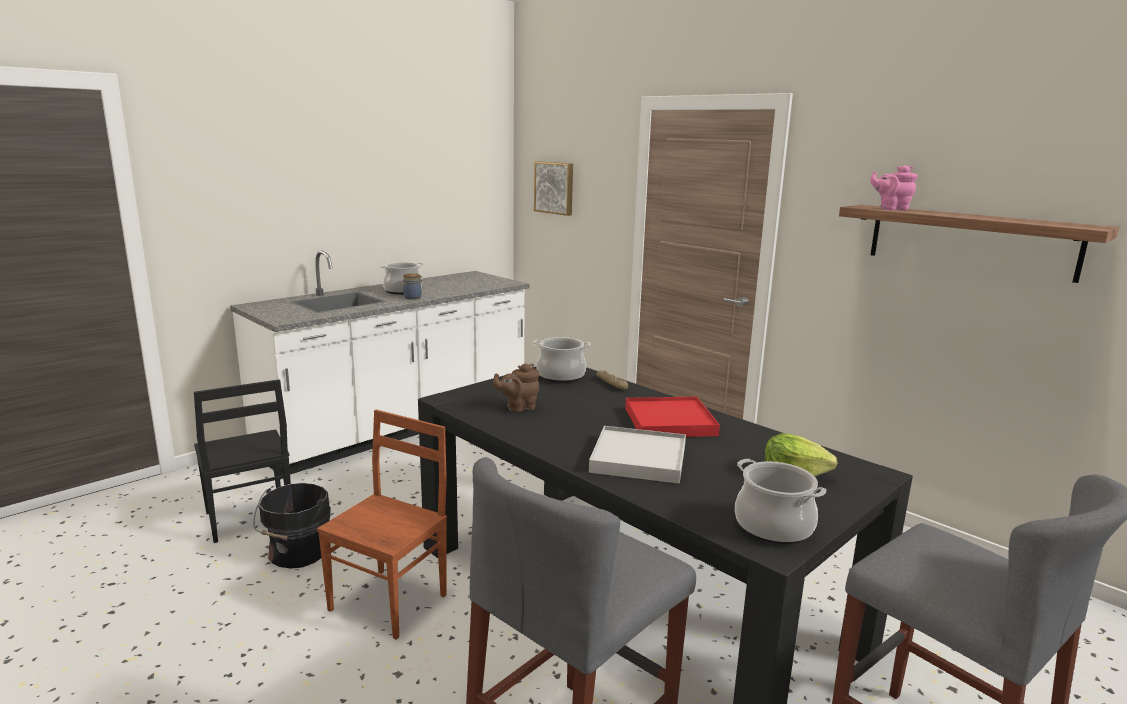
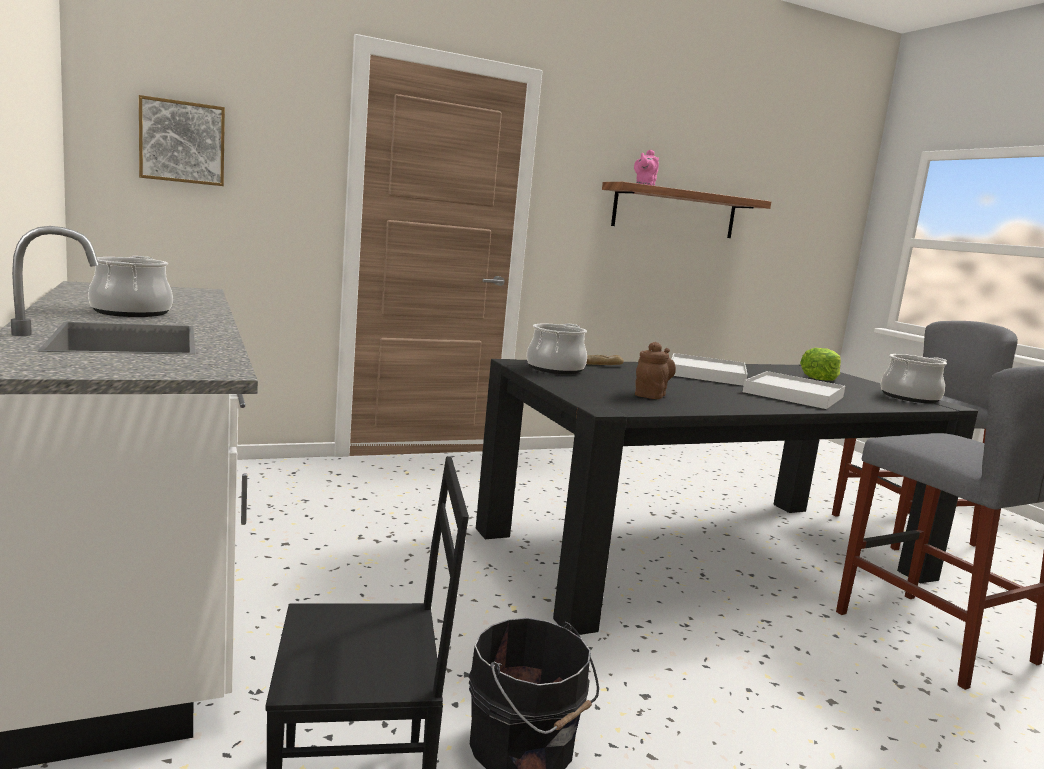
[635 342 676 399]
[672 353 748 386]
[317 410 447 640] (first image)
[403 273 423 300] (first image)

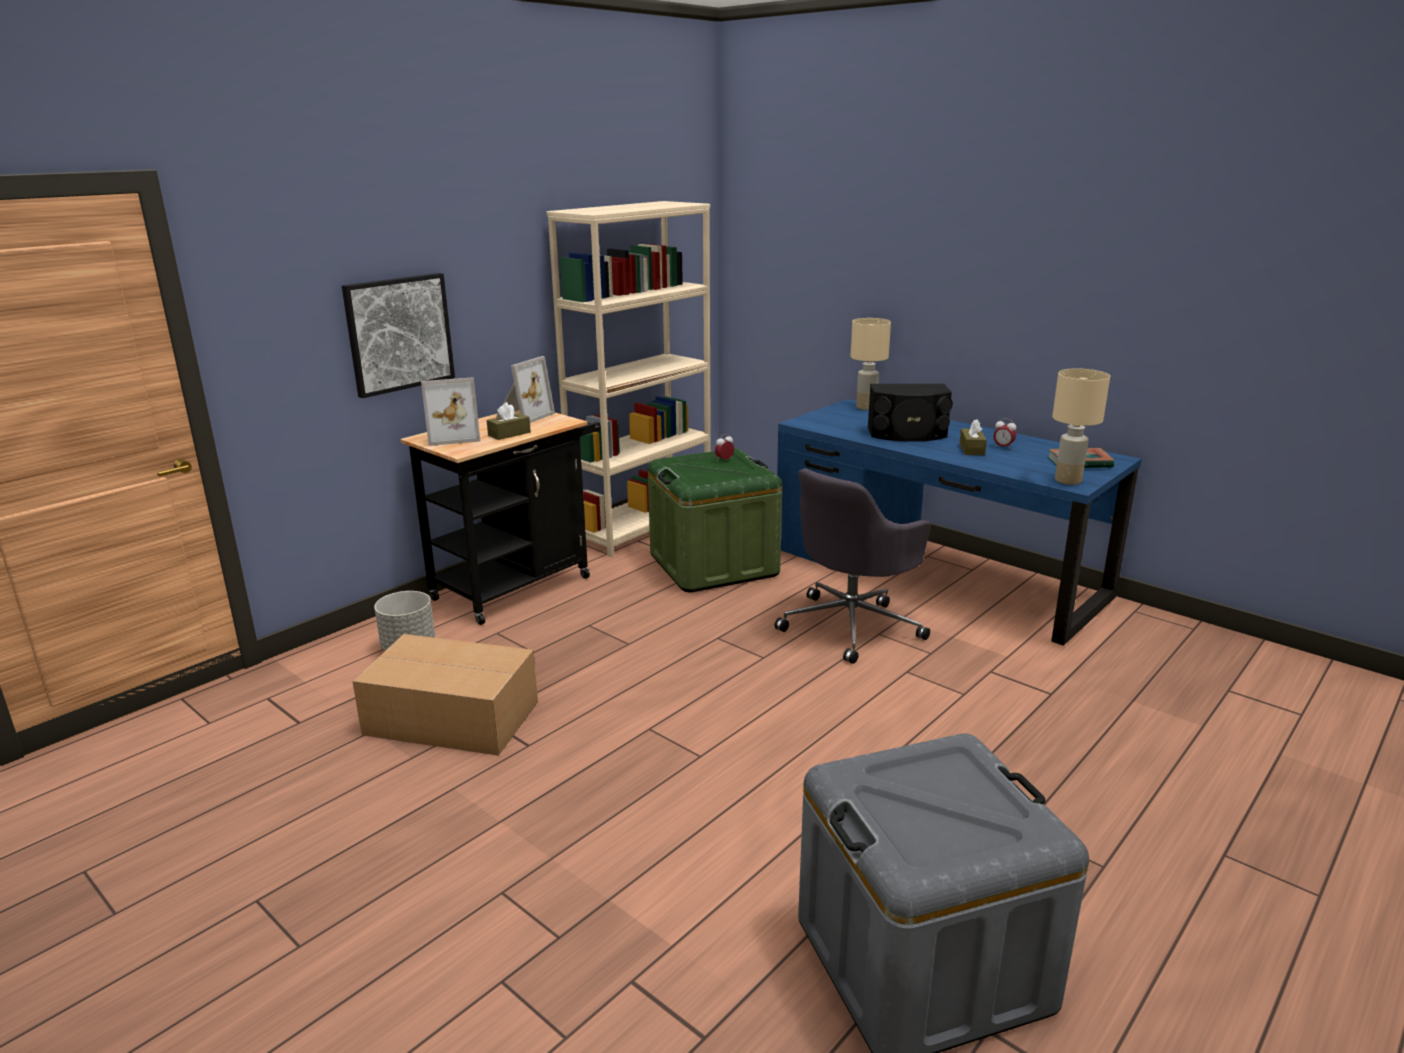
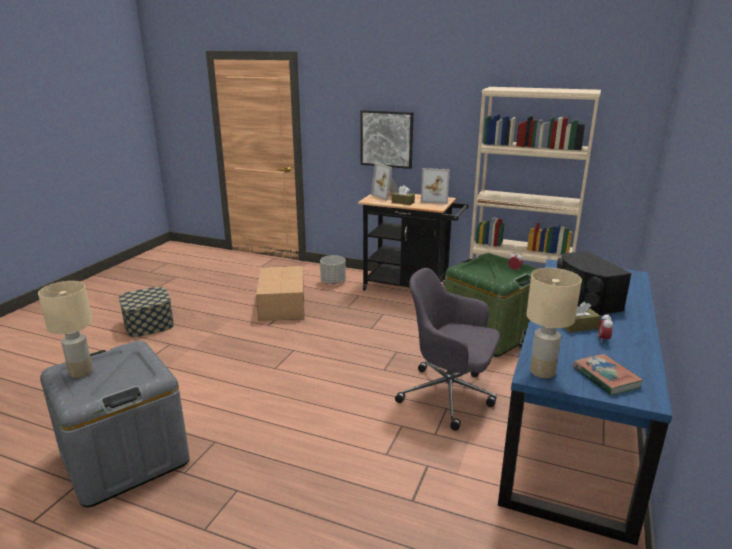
[38 281 93 378]
[119 287 174 337]

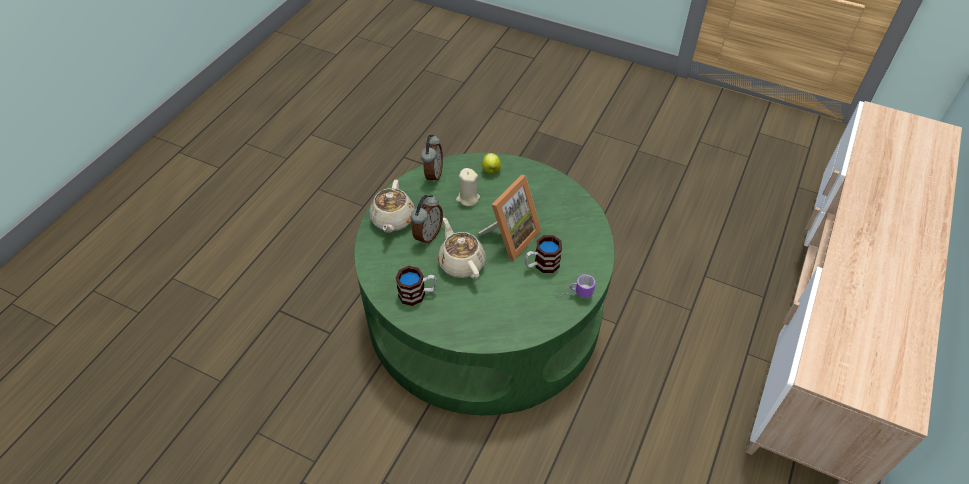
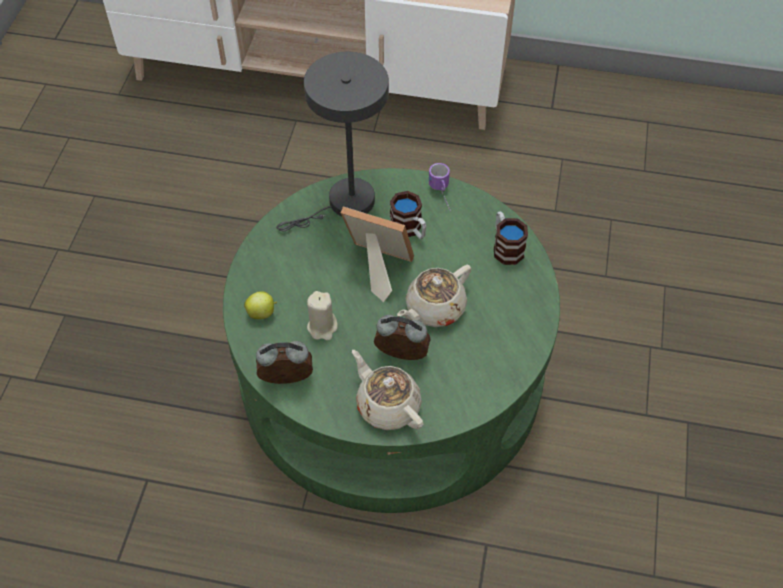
[276 52 389 231]
[352 350 423 430]
[494 211 528 265]

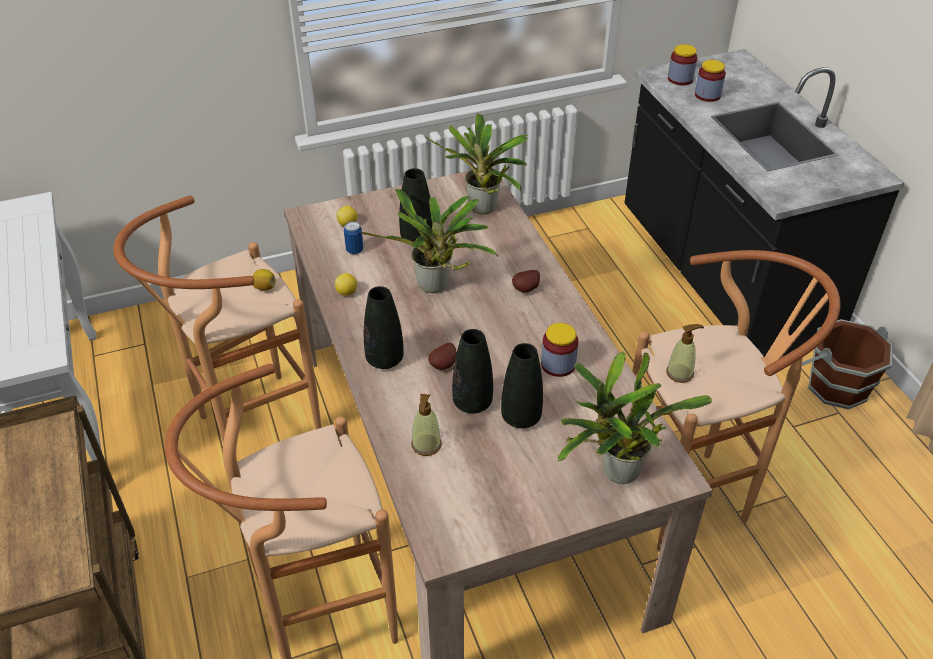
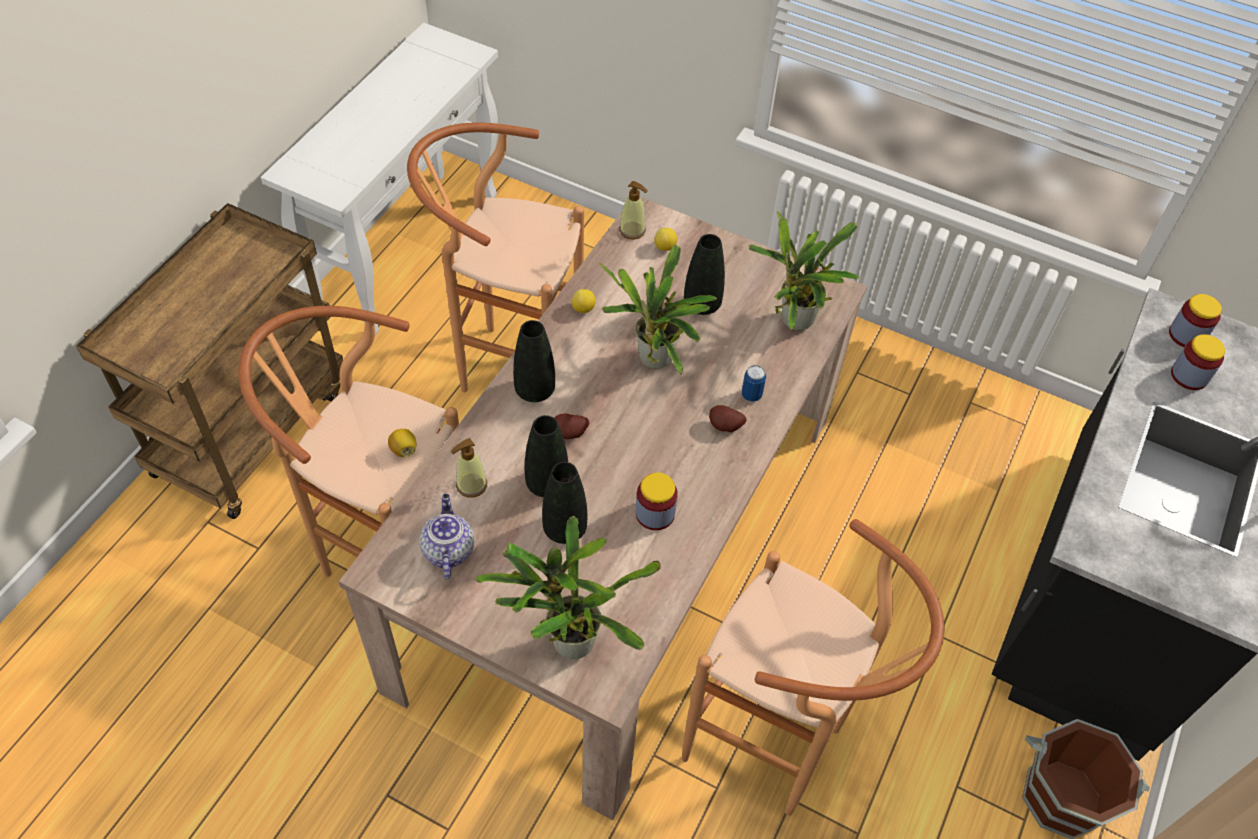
[388 429 416 457]
[420 494 474 579]
[619 181 648 239]
[742 365 766 402]

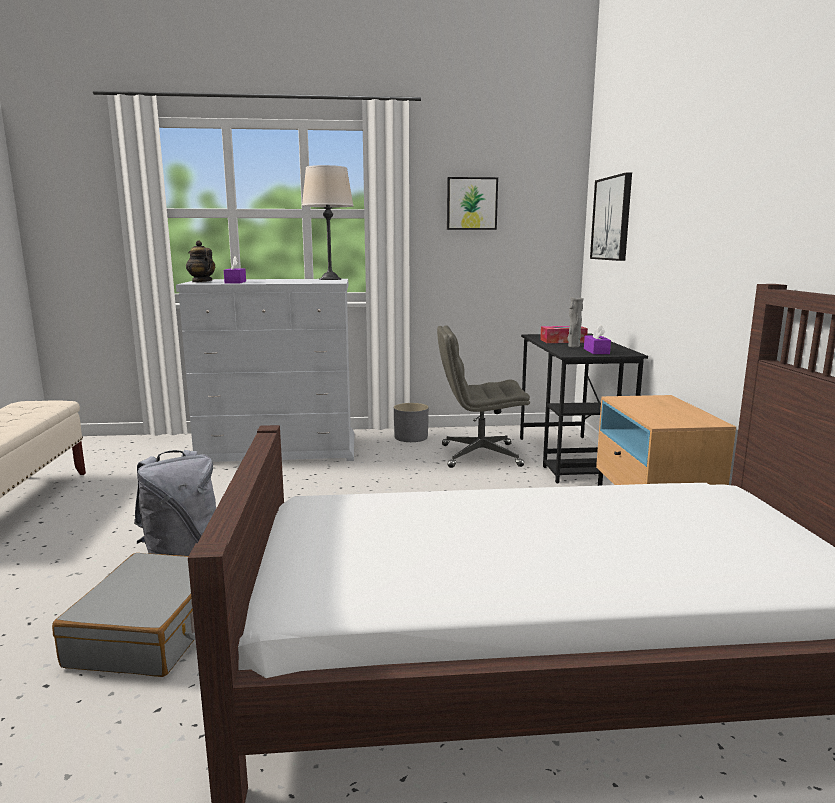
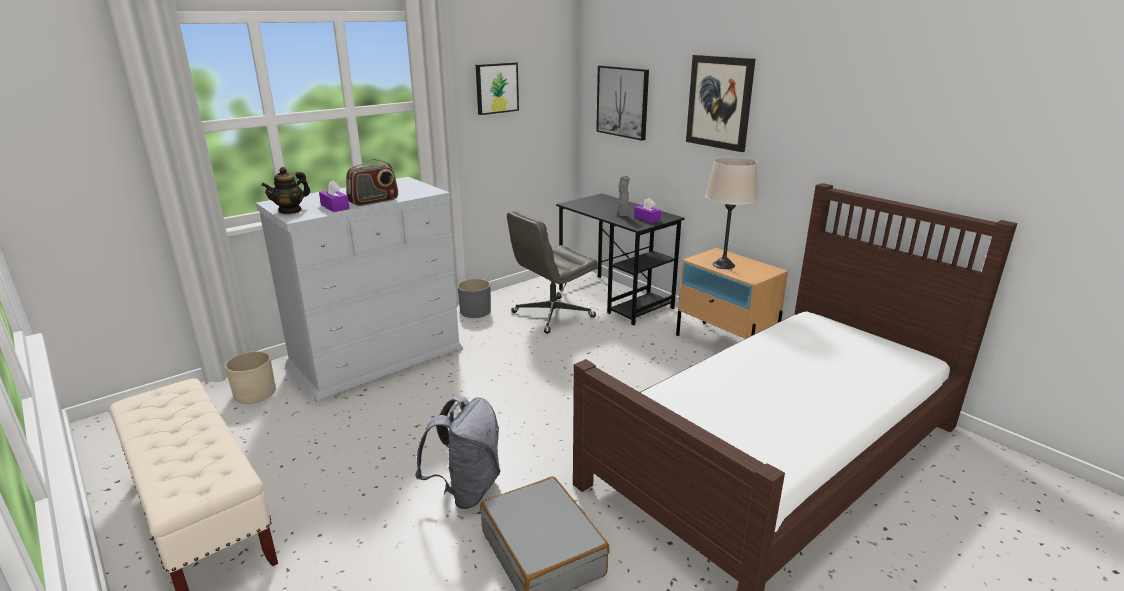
[225 351 276 404]
[261 167 310 214]
[346 159 398 206]
[686 55 755 152]
[705 157 758 269]
[540 326 588 343] (first image)

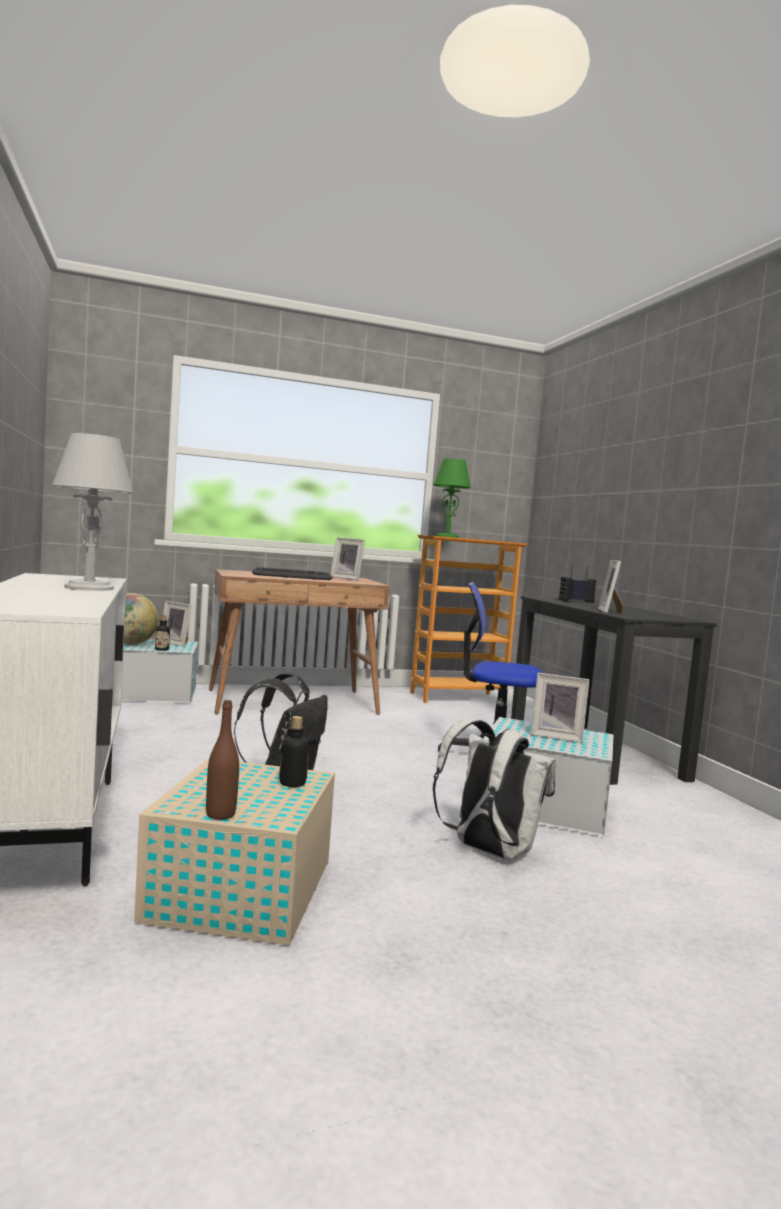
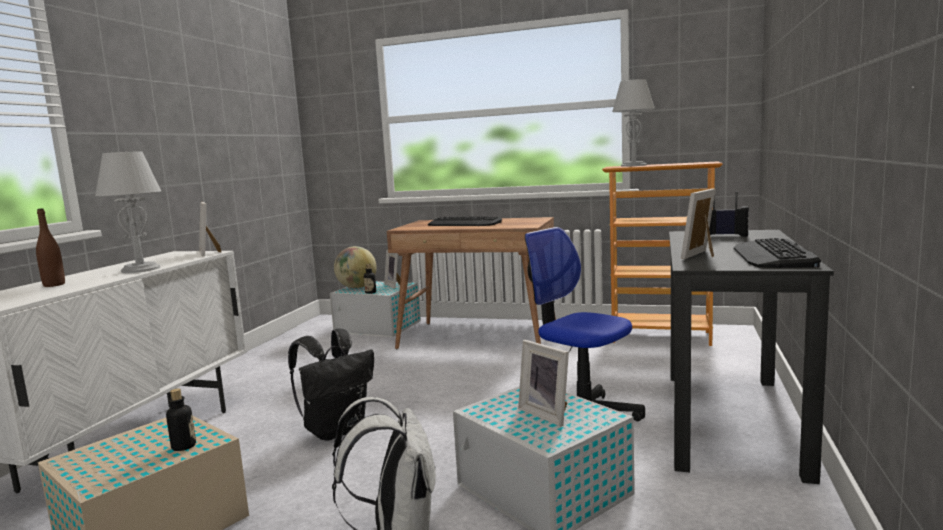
[36 208 65 287]
[199 202 221 256]
[612 79 655 167]
[734 238 821 268]

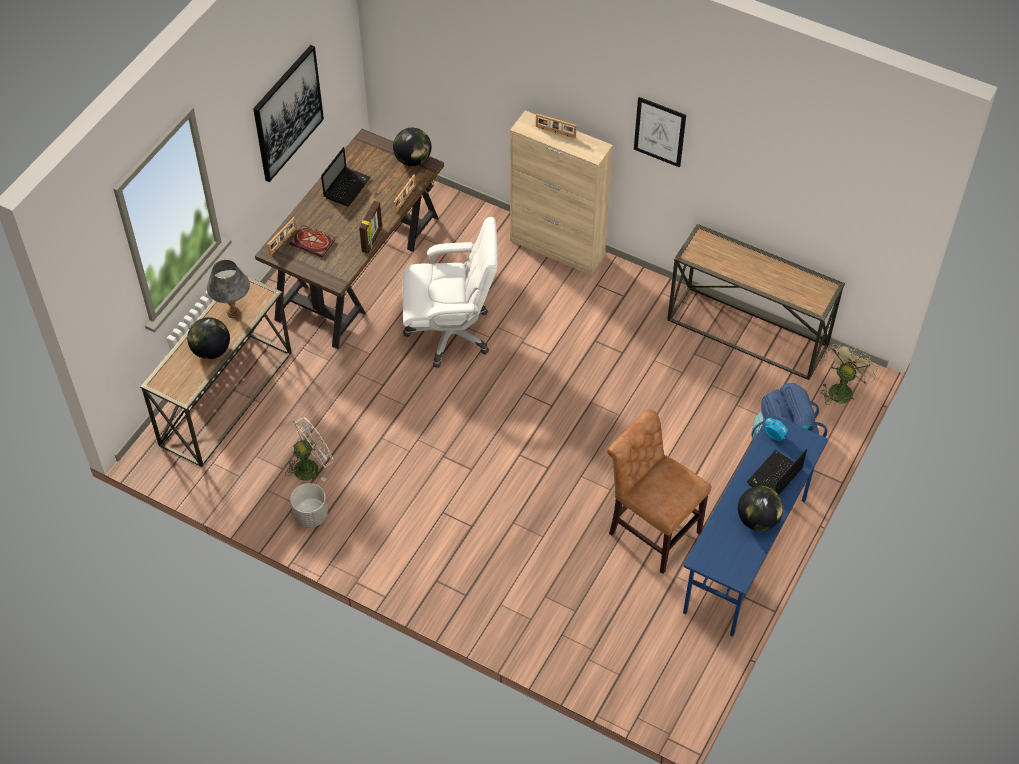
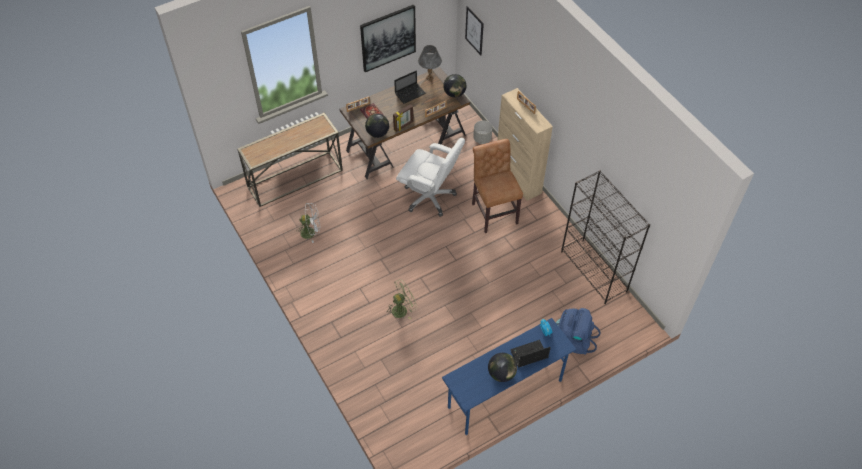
[365 114 389 138]
[386 279 417 320]
[418 45 442 81]
[465 6 484 55]
[472 139 523 233]
[473 120 493 144]
[561 170 650 304]

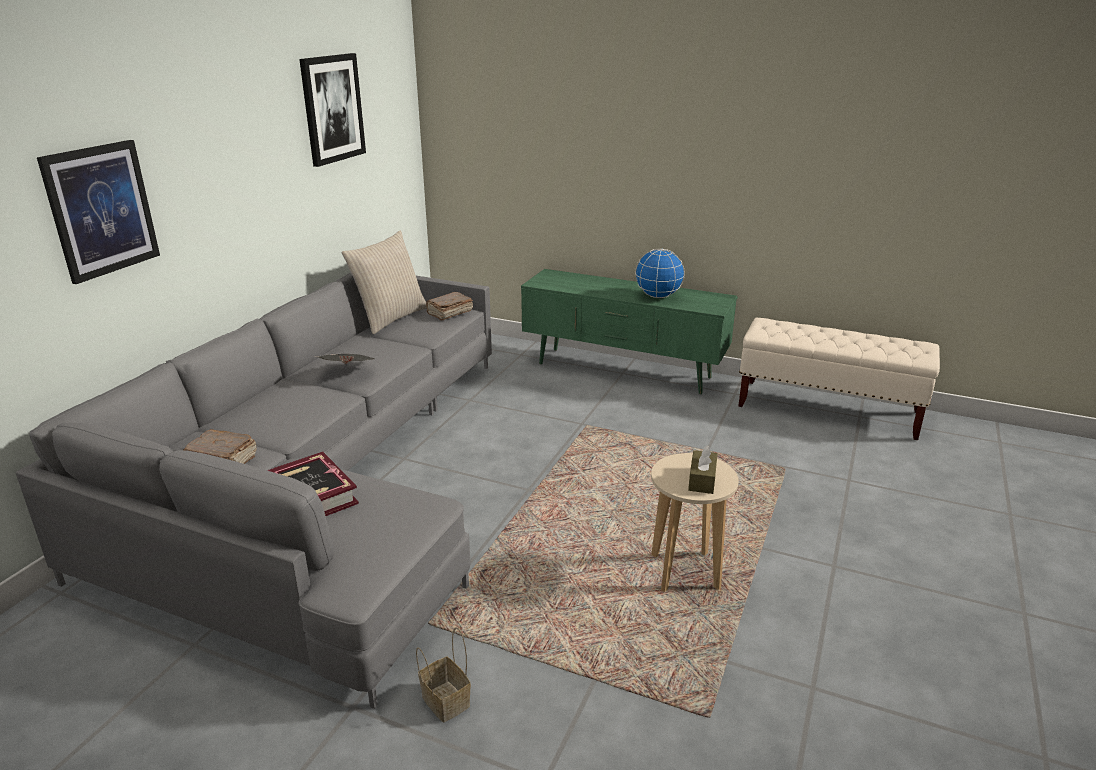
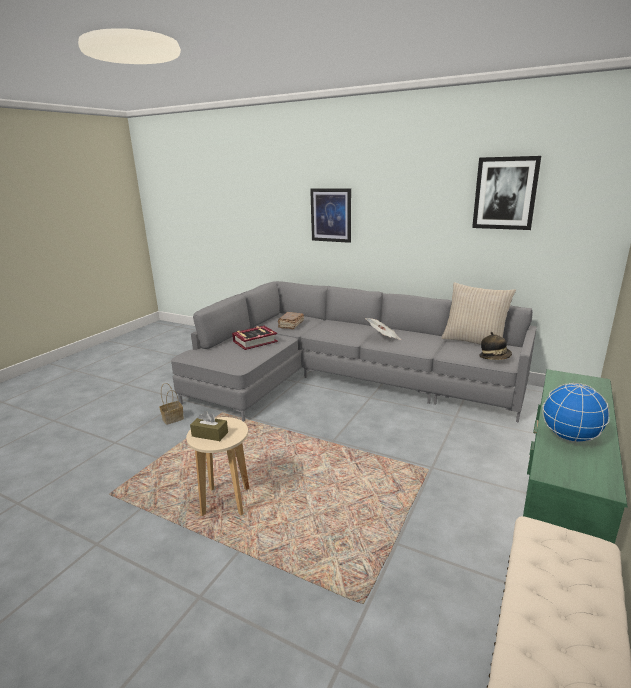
[480 332 512 360]

